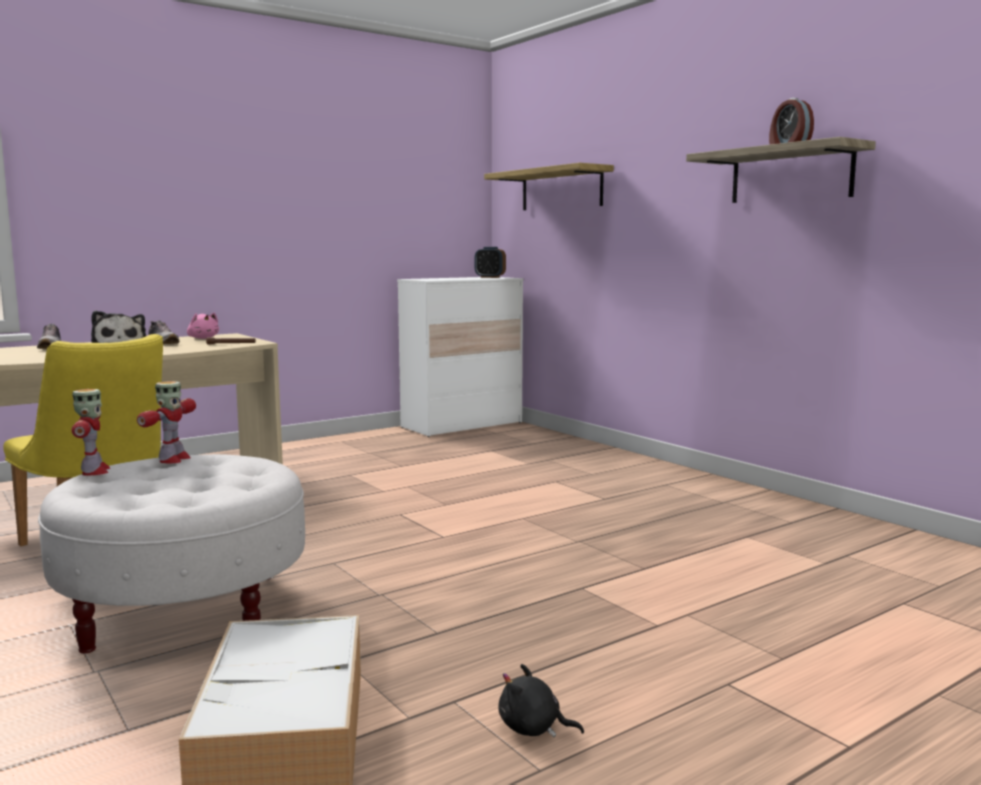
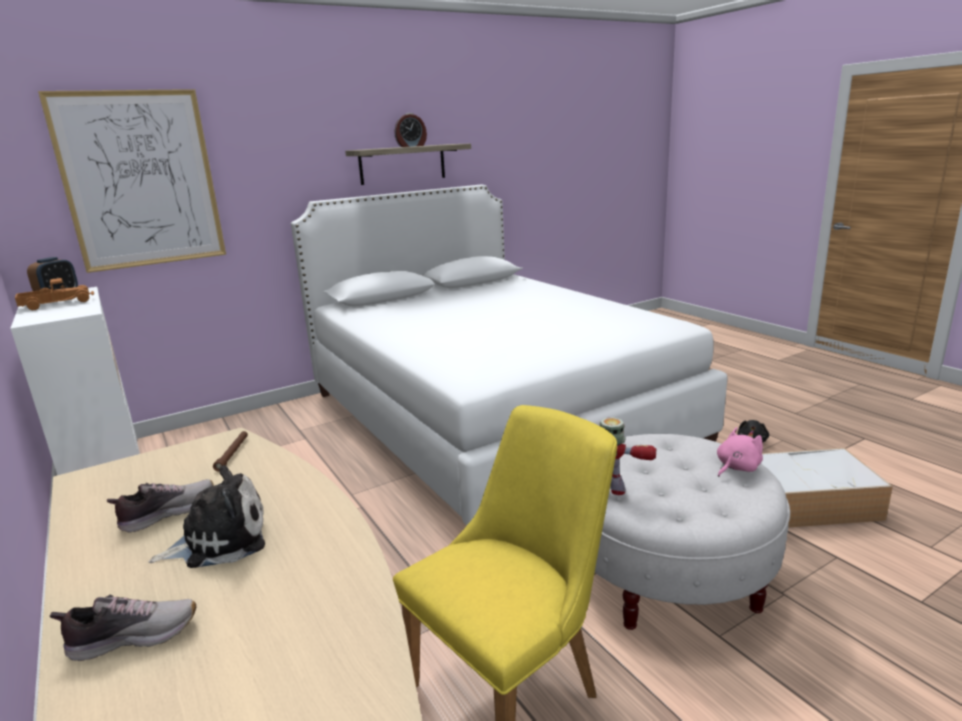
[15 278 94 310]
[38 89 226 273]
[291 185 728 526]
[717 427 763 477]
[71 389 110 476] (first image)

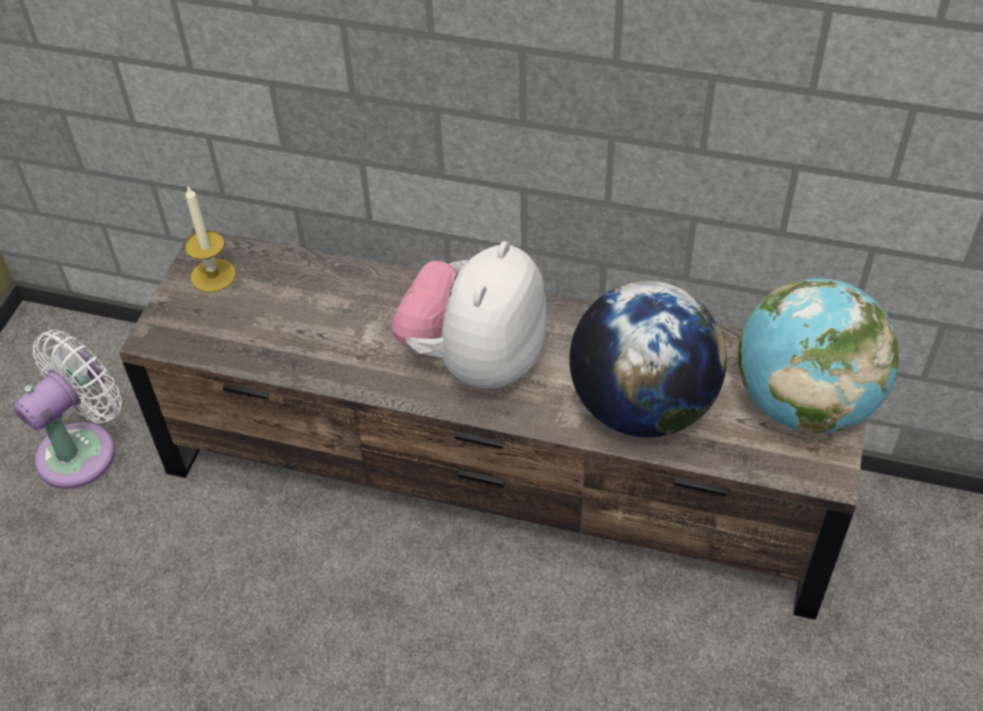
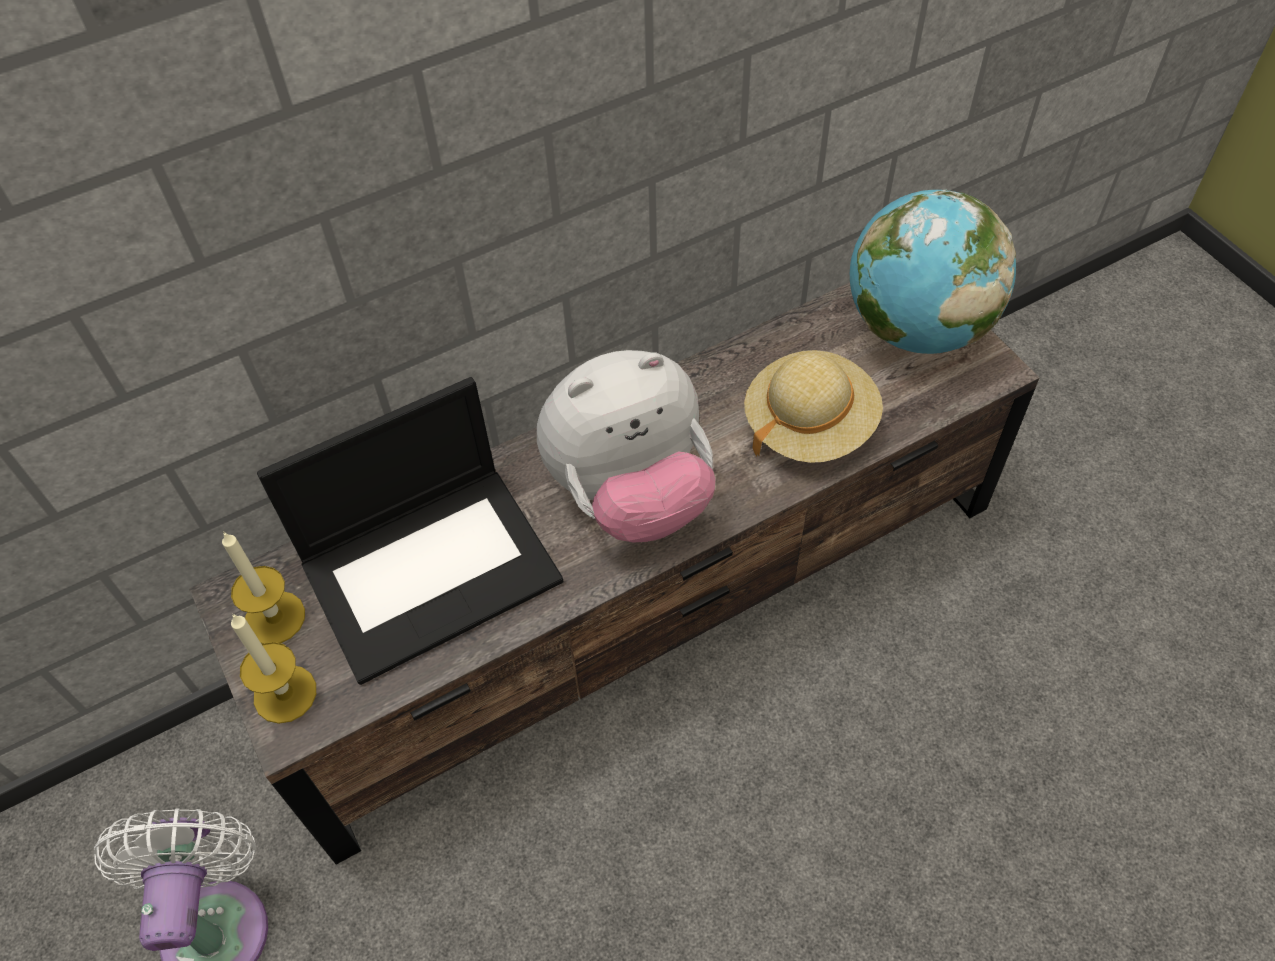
[231 614 316 724]
[257 377 563 685]
[537 350 715 542]
[744 350 883 463]

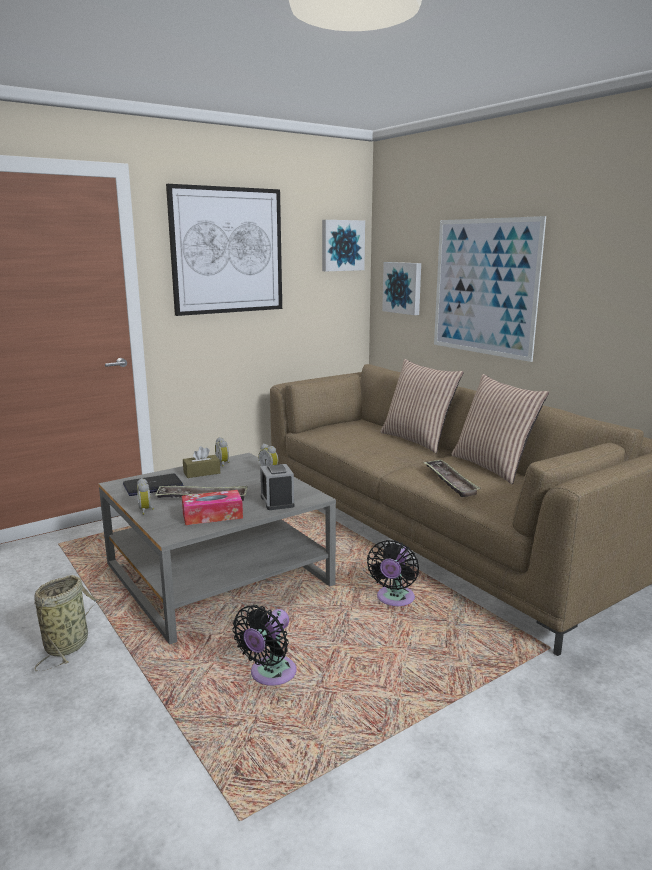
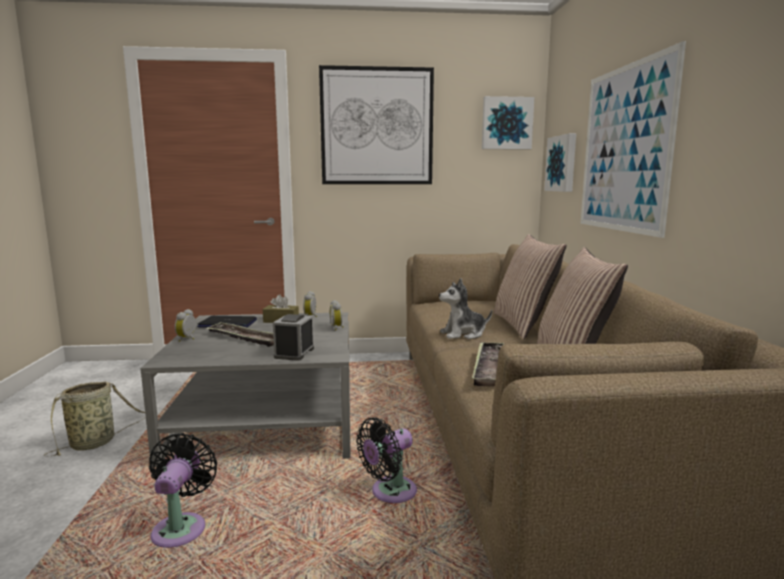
[149 433 217 548]
[439 278 492 339]
[182 490 243 525] (first image)

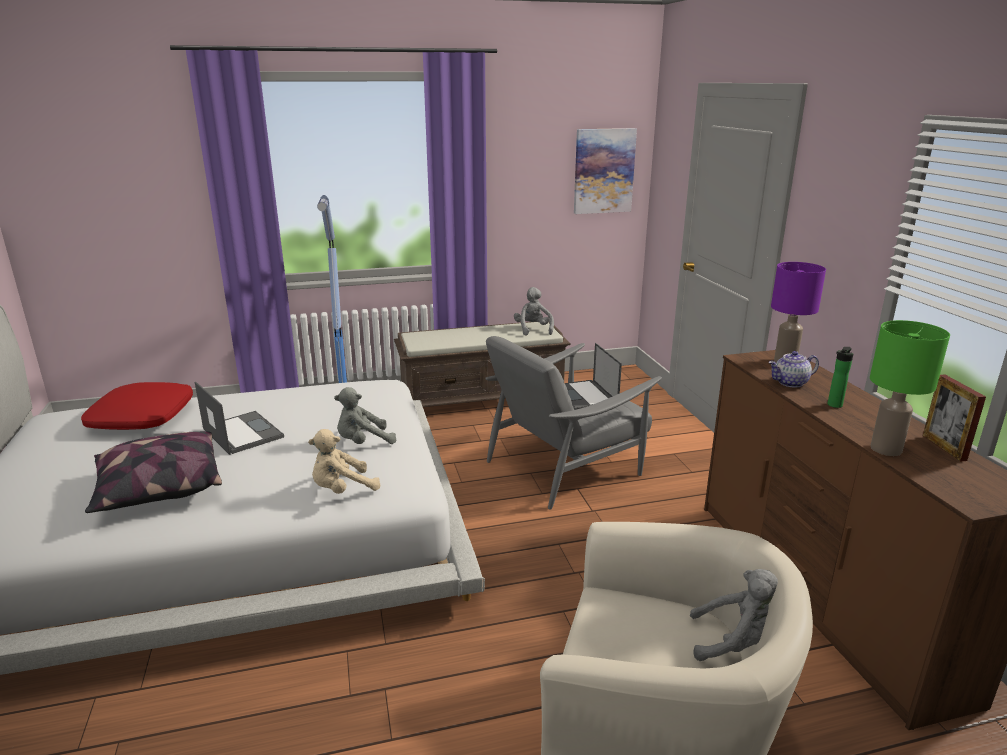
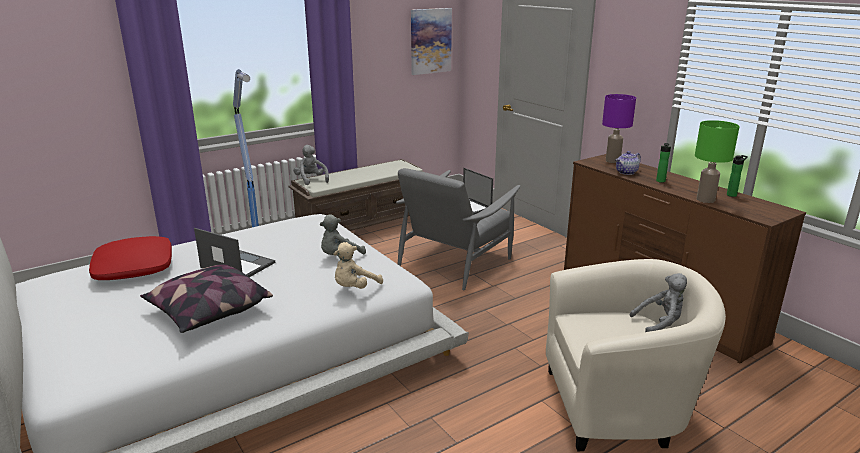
[294 145 329 185]
[727 155 748 197]

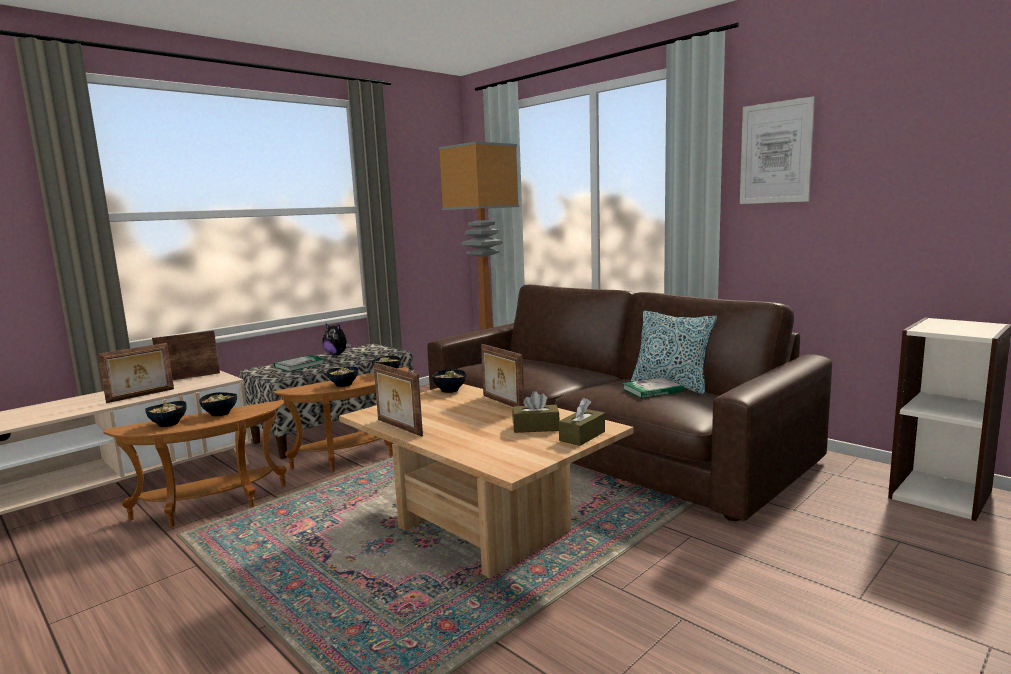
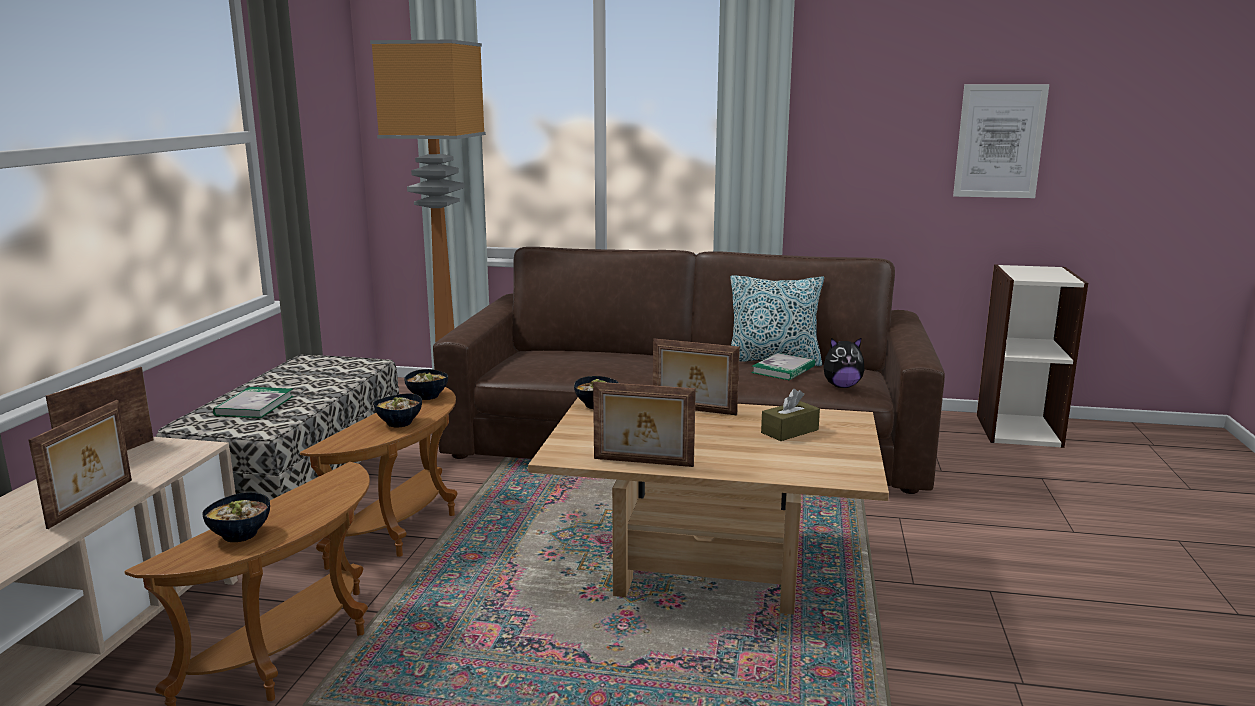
[823 337 865 388]
[953 84 1049 198]
[199 392 237 416] (first image)
[559 398 605 446] (first image)

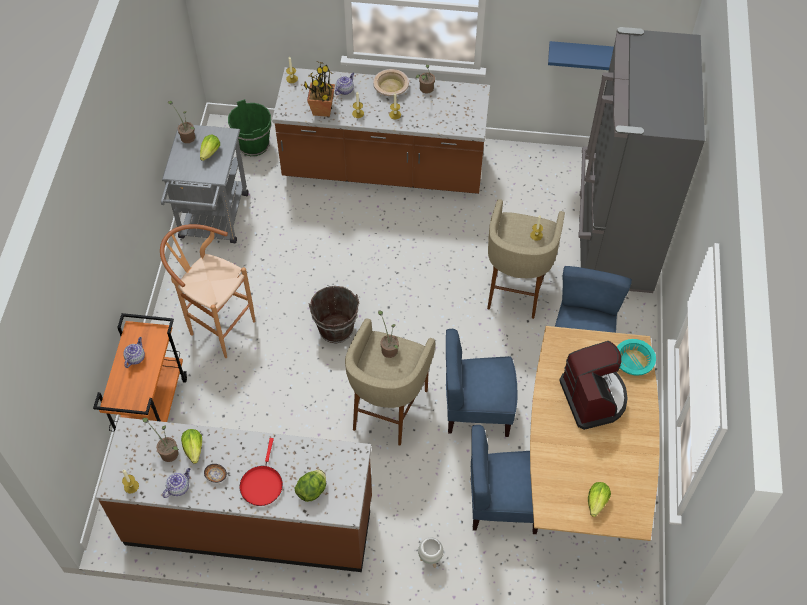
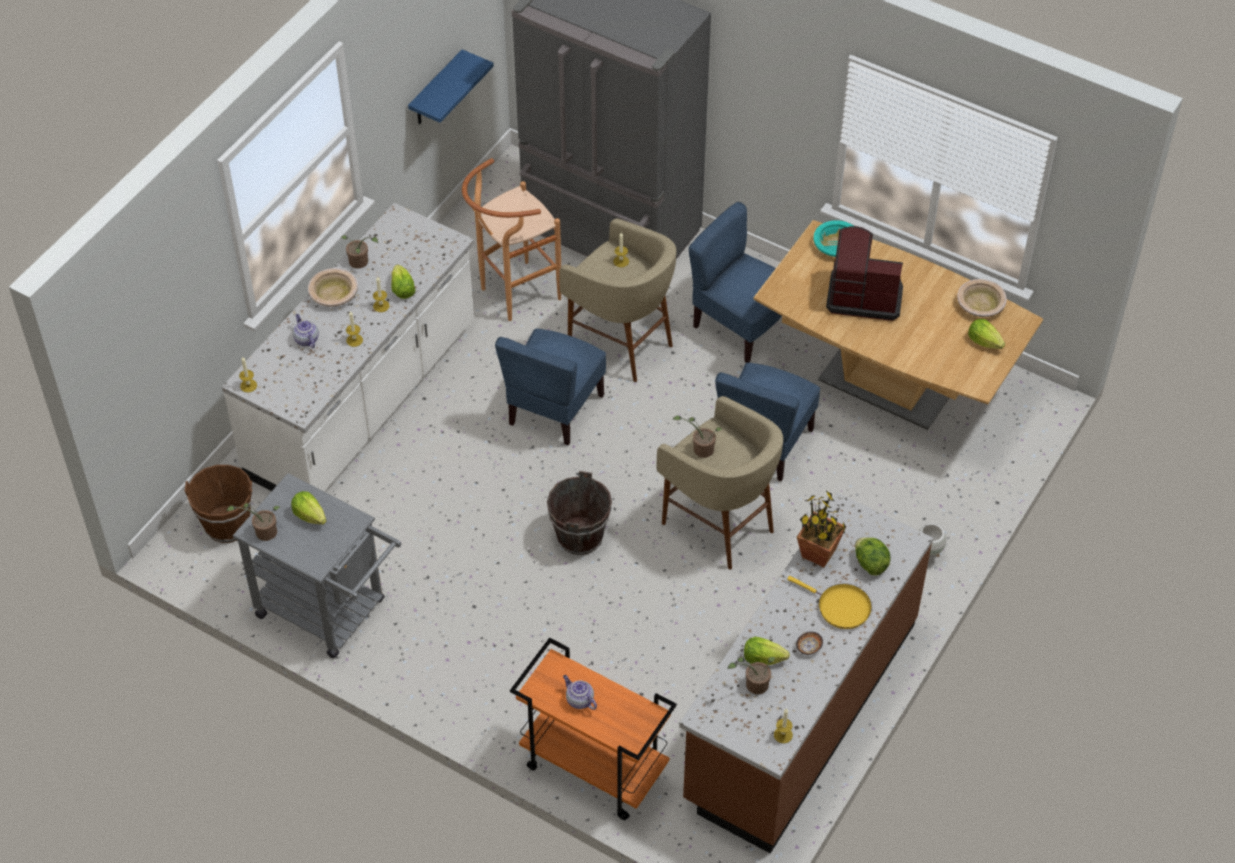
[185 465 253 543]
[222 203 474 492]
[391 264 416 299]
[462 158 561 321]
[495 328 606 446]
[787 576 872 629]
[797 491 846 567]
[957 279 1007 317]
[162 468 190 498] (first image)

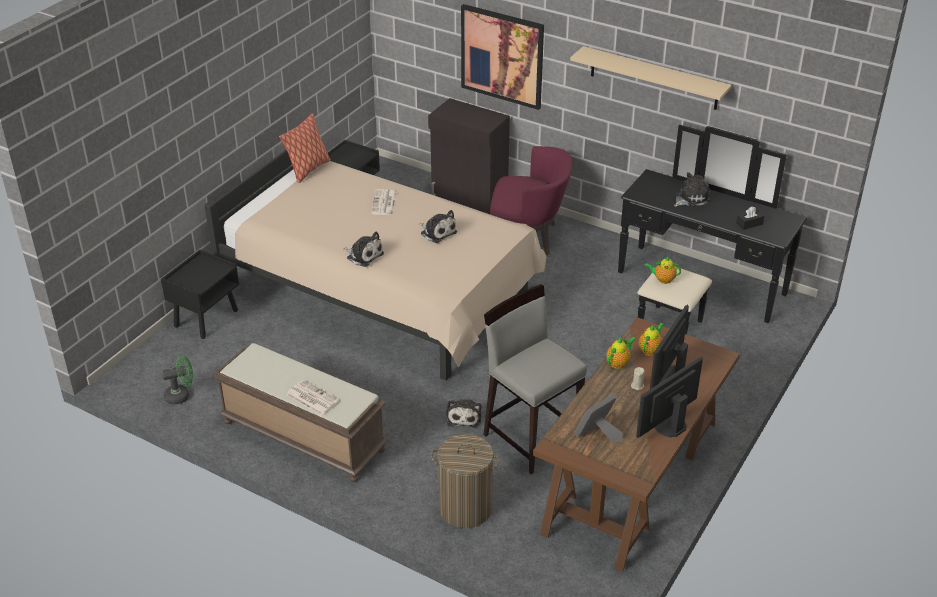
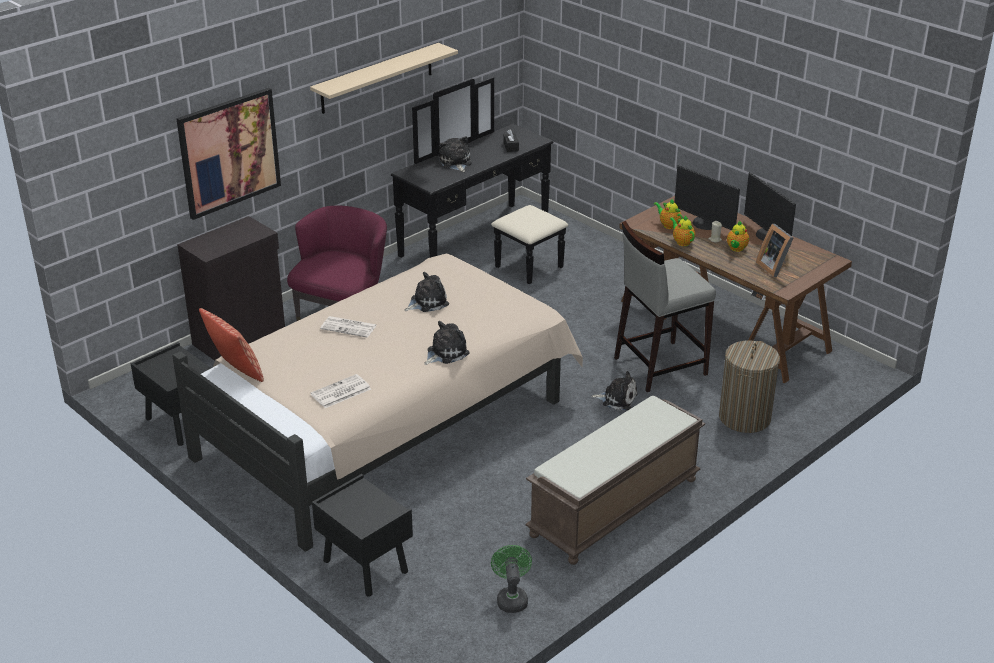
[310 374 371 408]
[727 221 749 252]

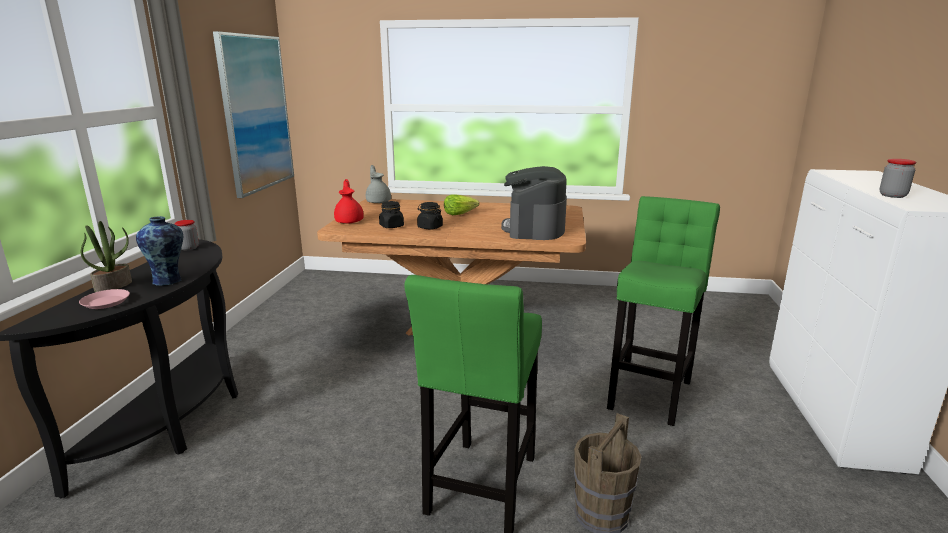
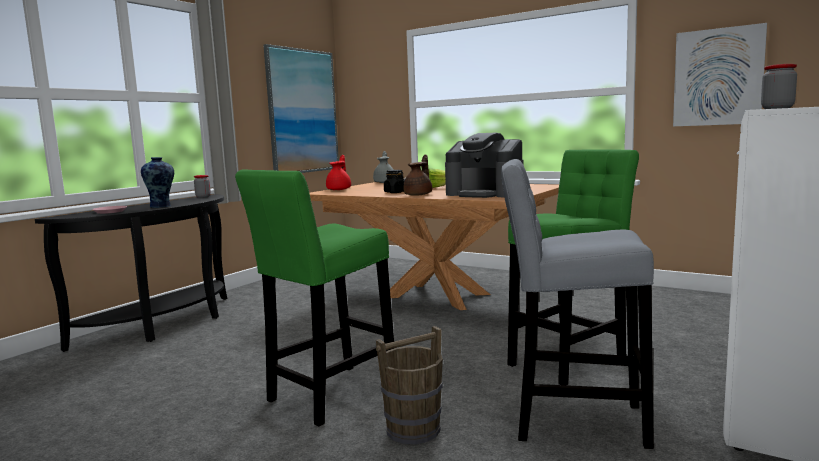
[403 155 432 196]
[445 133 524 198]
[501 159 654 449]
[673 23 767 126]
[81 221 132 292] (first image)
[379 201 404 228] (first image)

